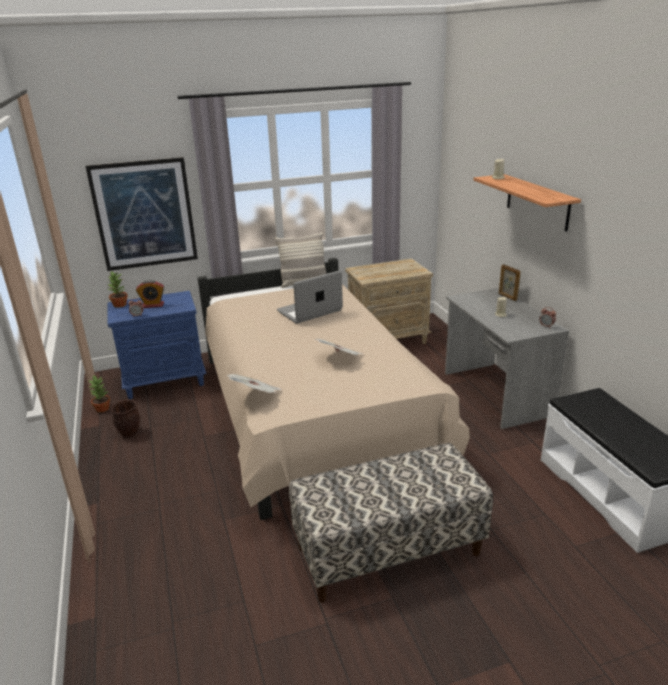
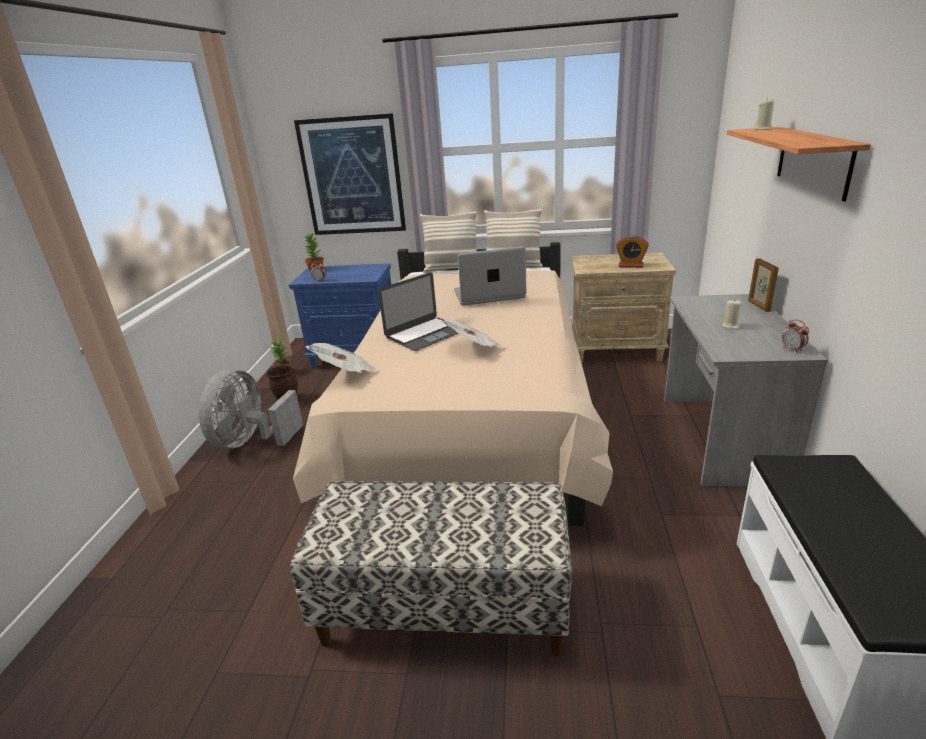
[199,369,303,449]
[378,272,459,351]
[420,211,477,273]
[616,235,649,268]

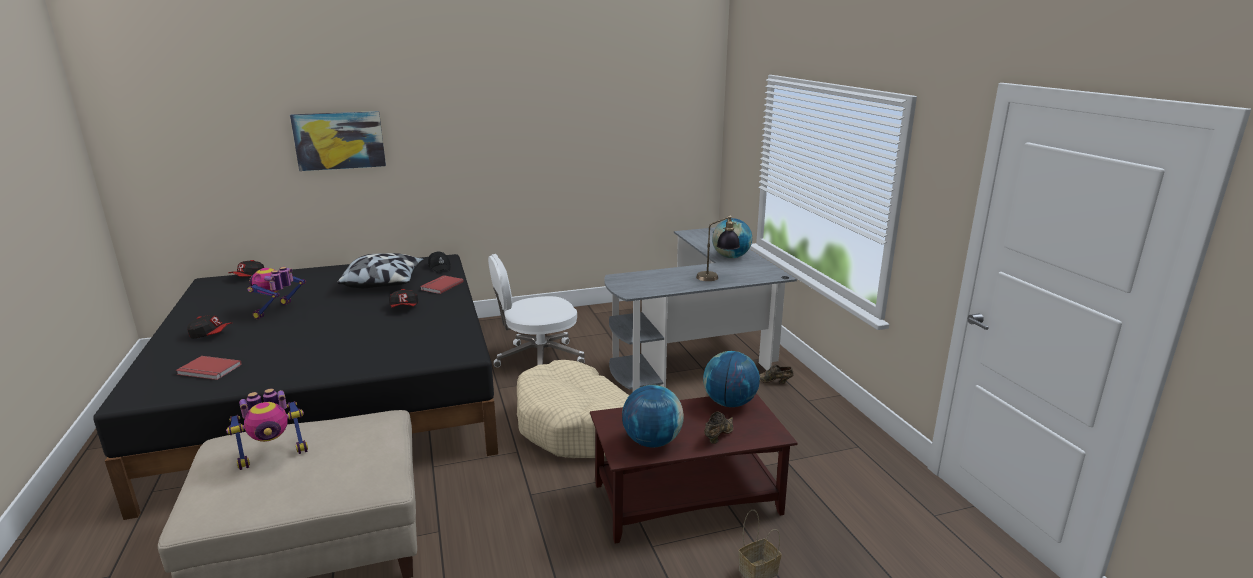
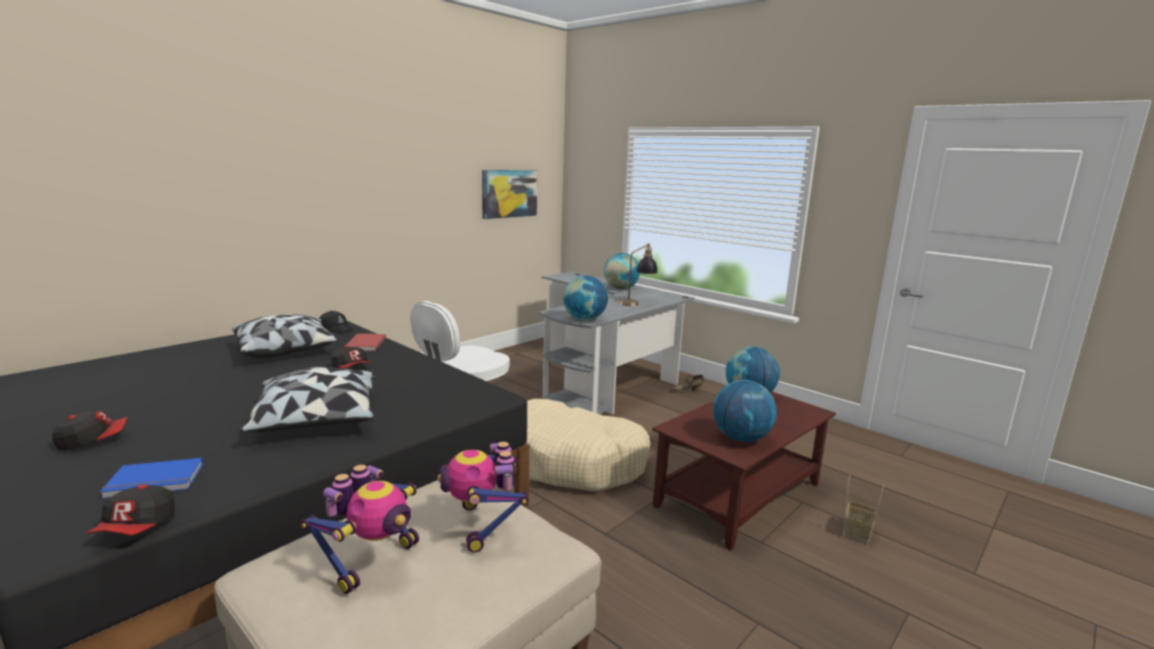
[704,412,733,444] (first image)
[241,367,377,432]
[563,275,608,320]
[86,485,175,535]
[437,442,529,553]
[482,170,537,219]
[100,458,204,499]

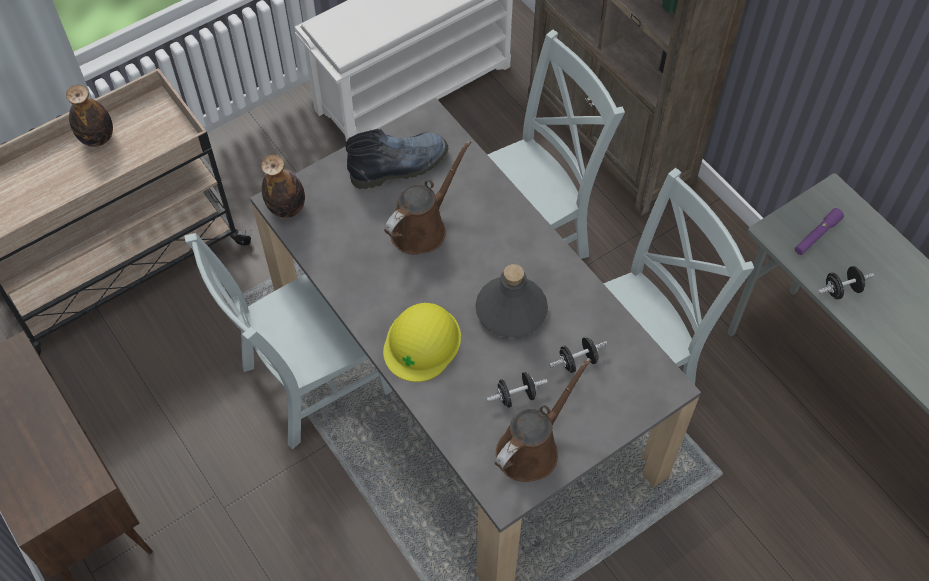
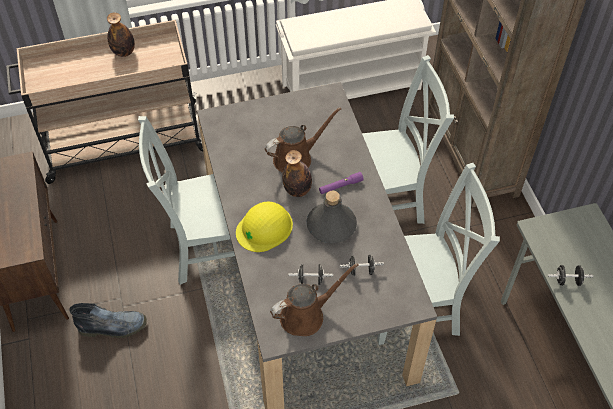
[282,150,312,197]
[69,303,147,338]
[319,172,364,194]

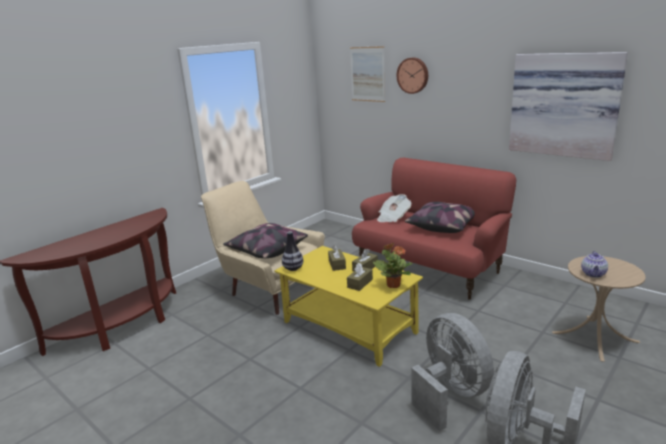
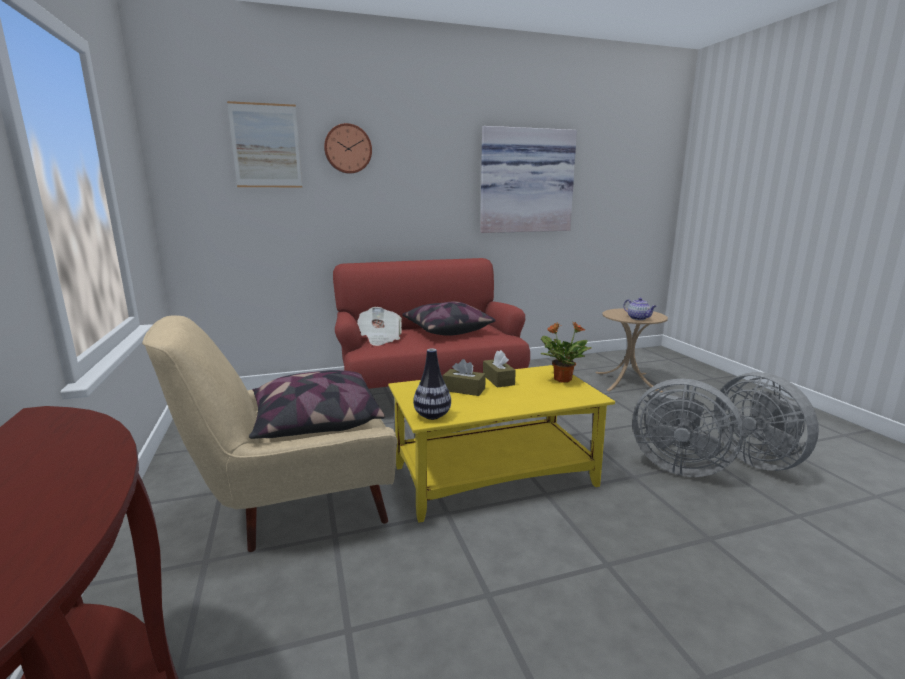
[347,263,373,291] (first image)
[633,379,744,477]

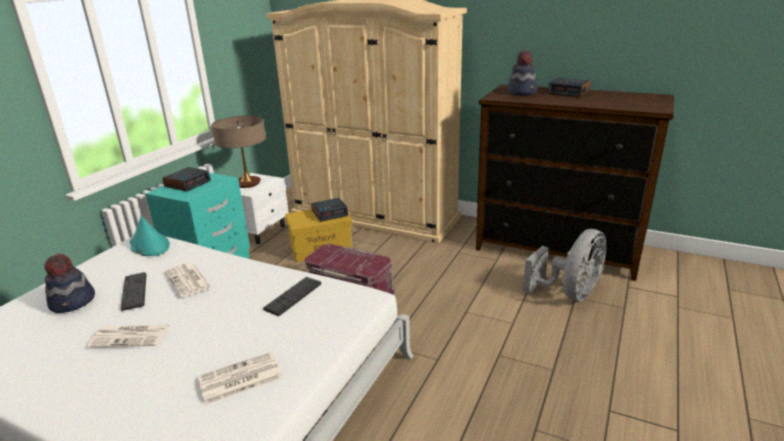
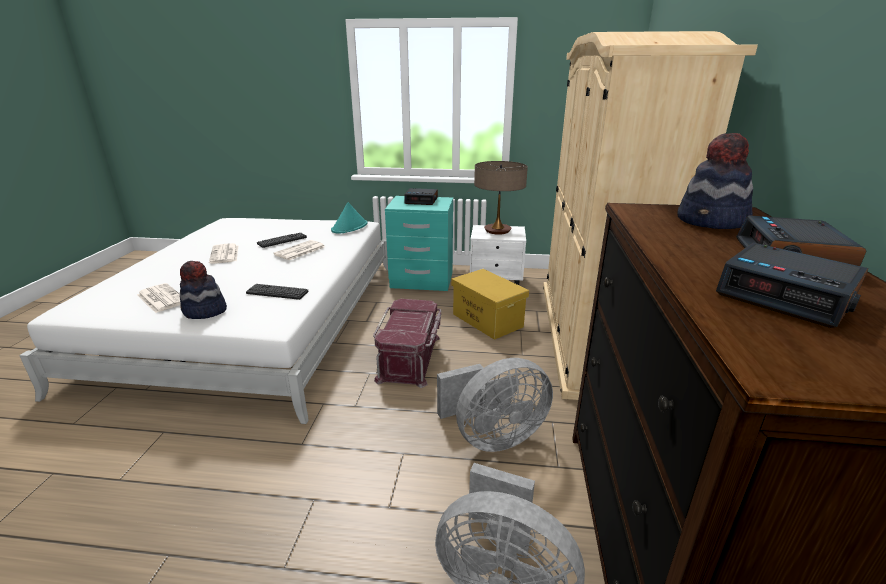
[437,358,553,452]
[180,261,227,319]
[716,243,868,328]

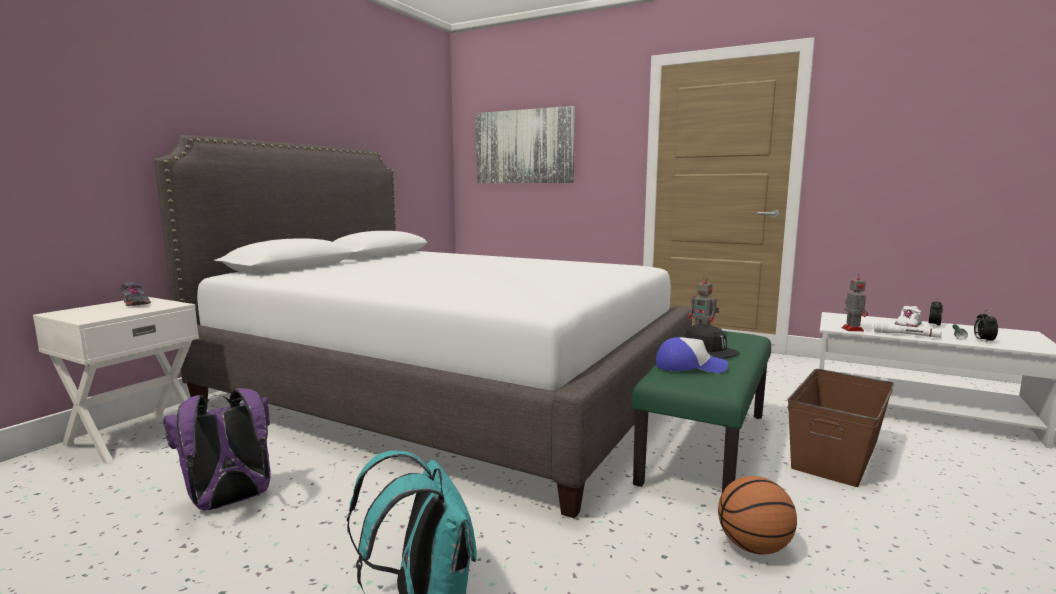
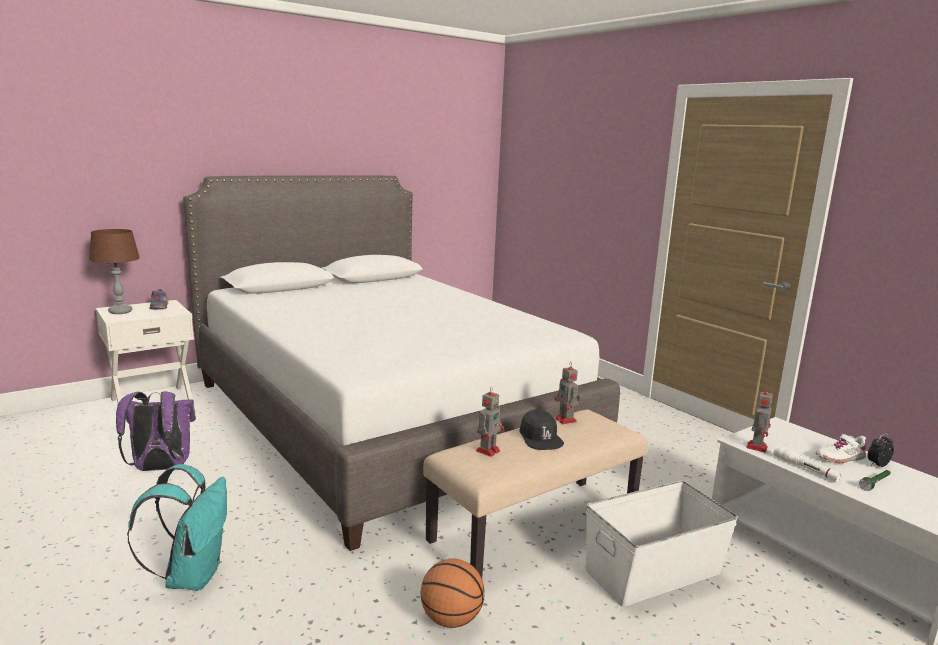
[476,106,575,183] (first image)
[974,310,998,343] (first image)
[89,229,140,314]
[476,386,504,457]
[423,410,648,578]
[586,480,738,607]

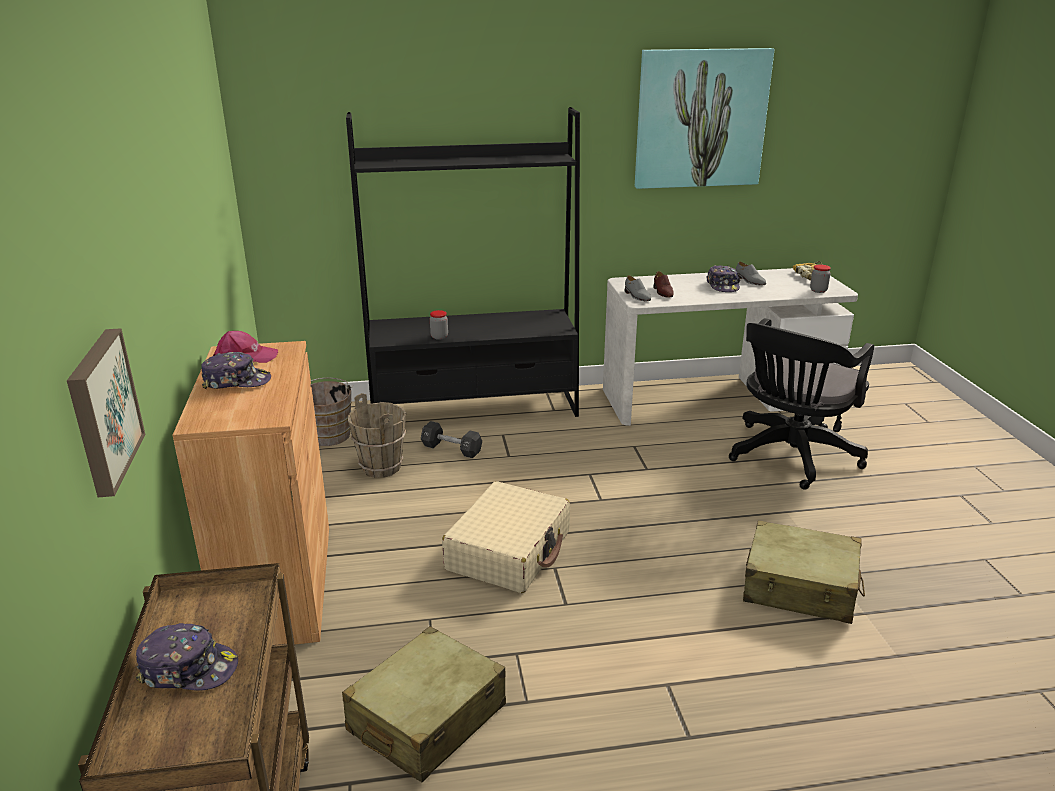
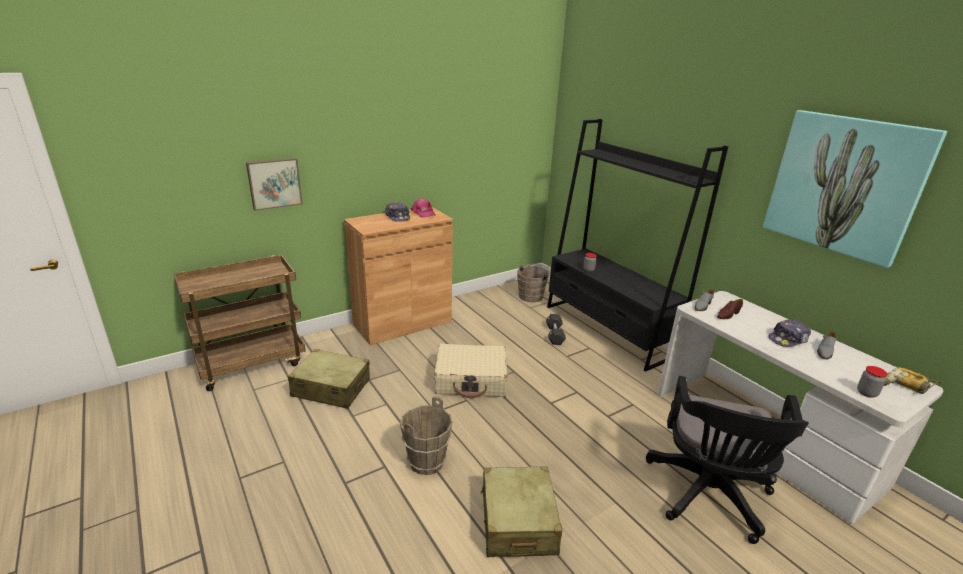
[136,623,238,691] (first image)
[400,397,452,475]
[646,376,809,544]

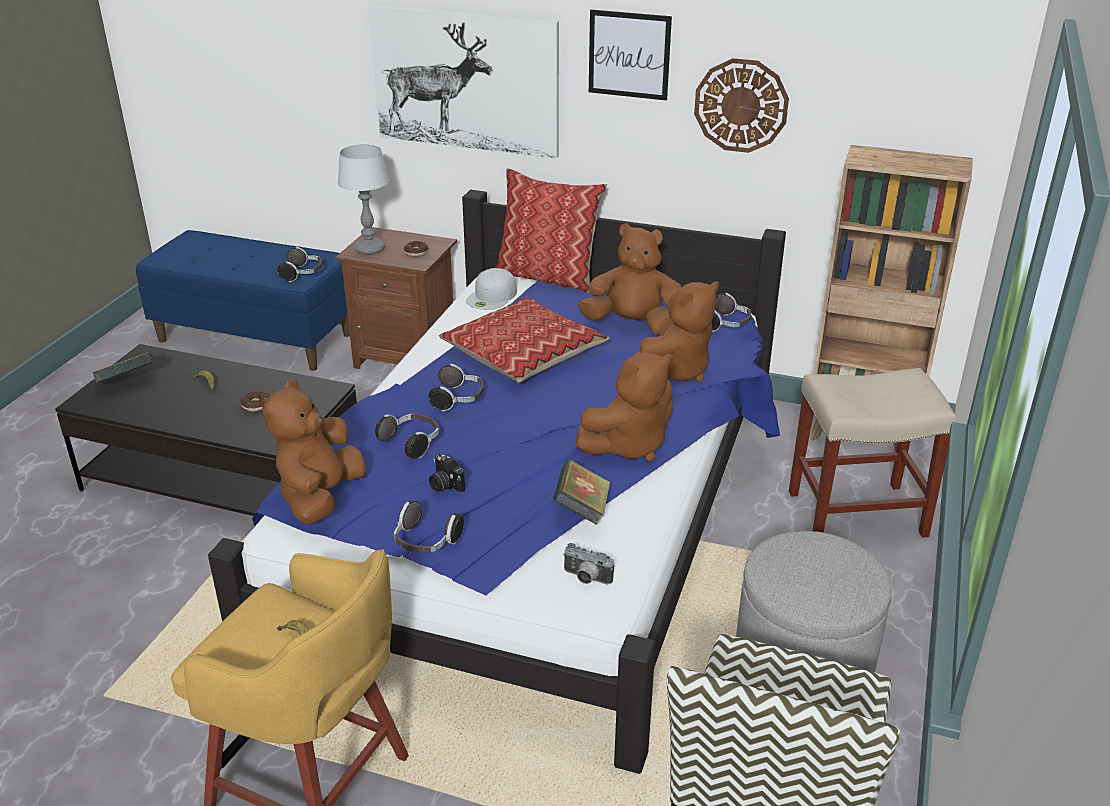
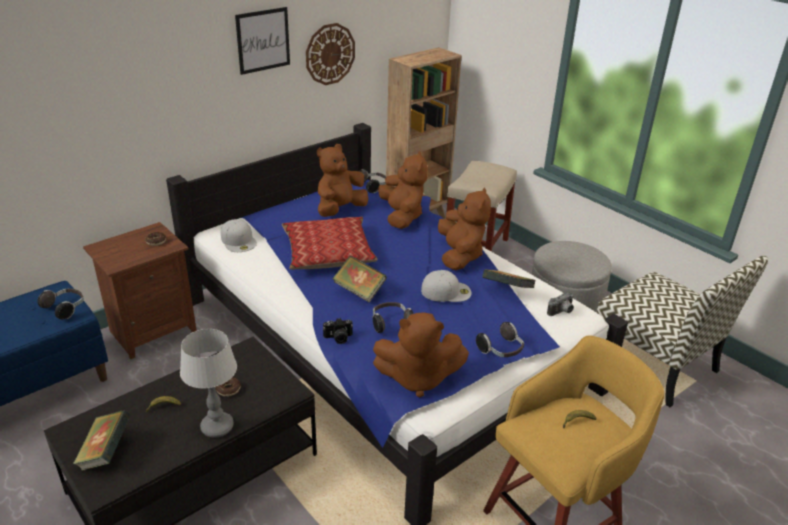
[369,5,559,159] (first image)
[495,168,607,293] (first image)
[421,270,471,302]
[180,329,237,438]
[323,318,353,344]
[333,256,387,303]
[373,312,469,398]

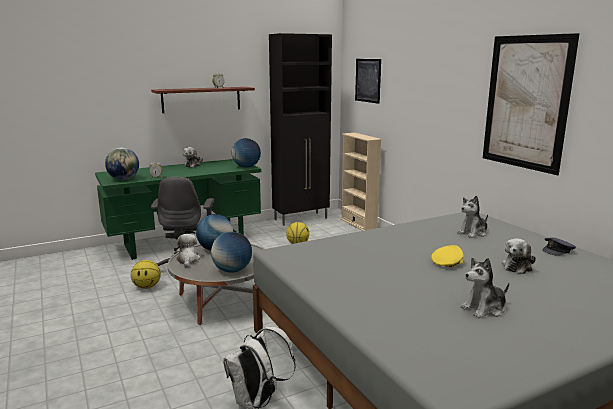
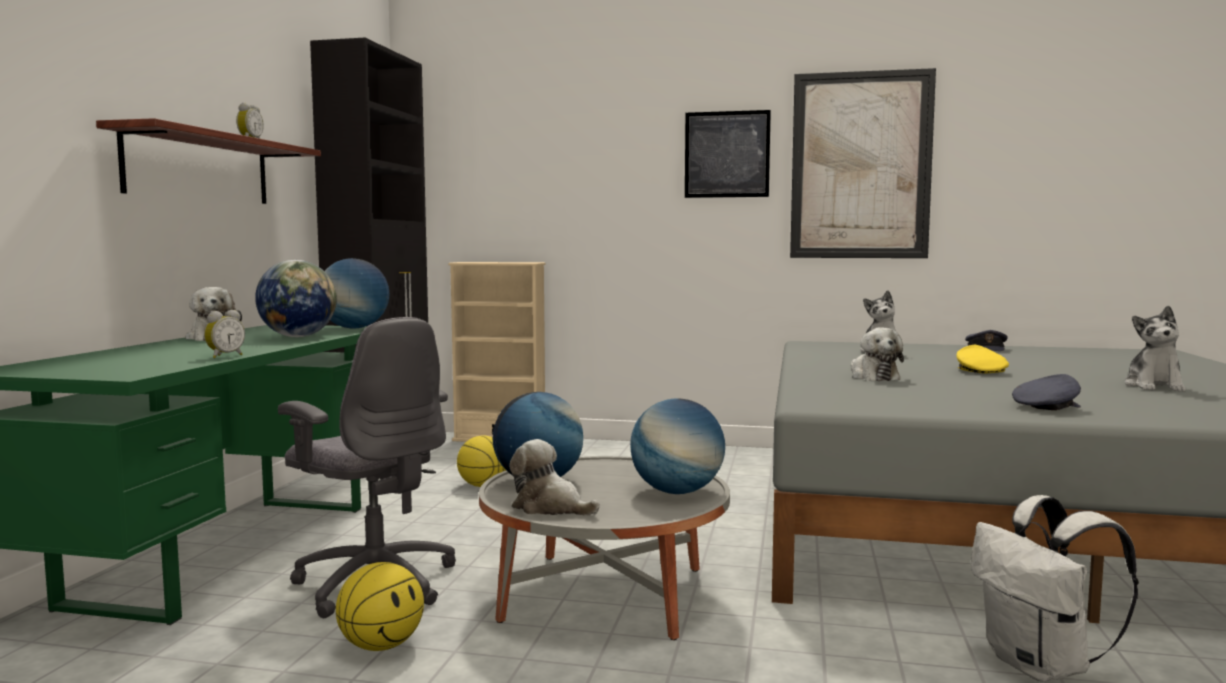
[1012,374,1081,410]
[255,260,337,337]
[685,110,771,198]
[851,328,904,381]

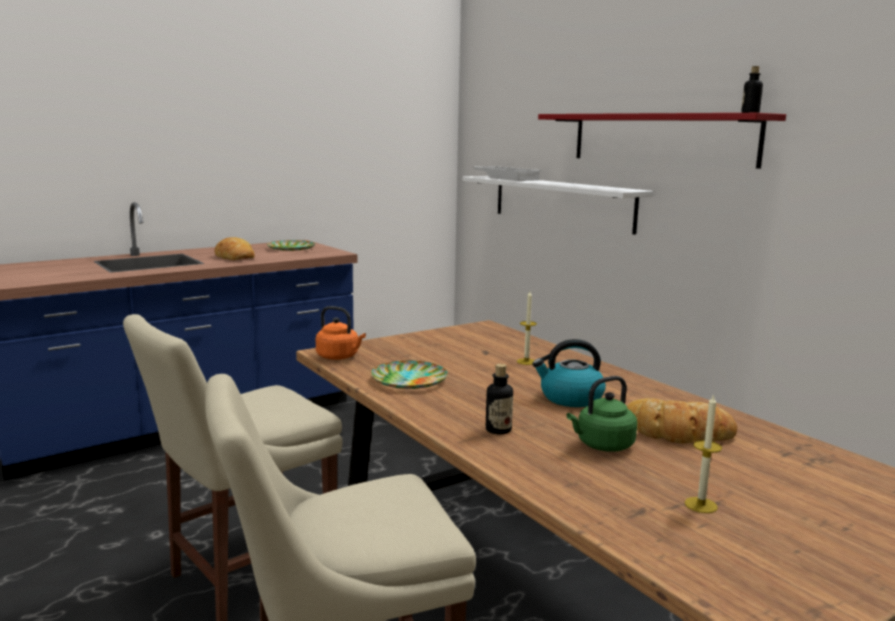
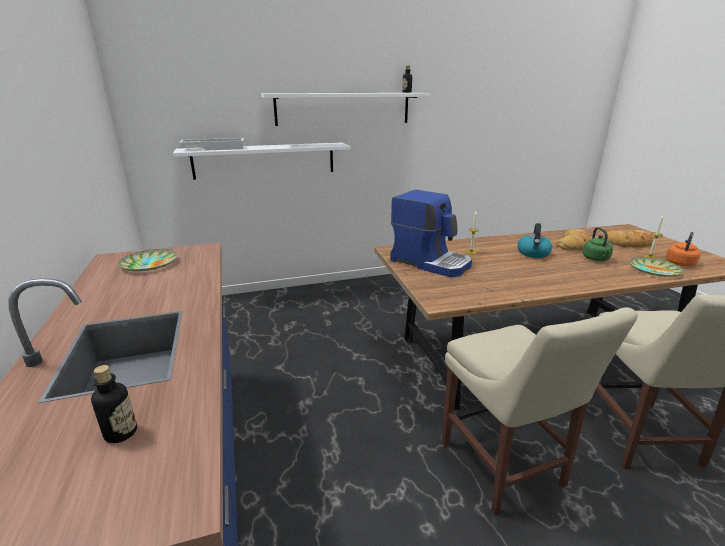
[390,190,472,277]
[603,230,654,248]
[666,232,701,266]
[629,257,684,277]
[91,365,137,443]
[261,93,430,126]

